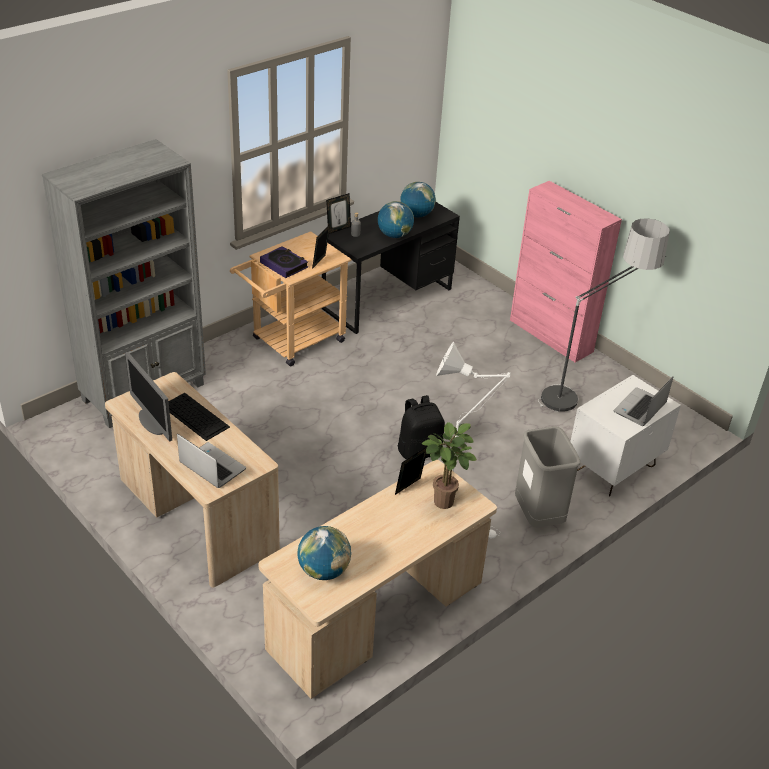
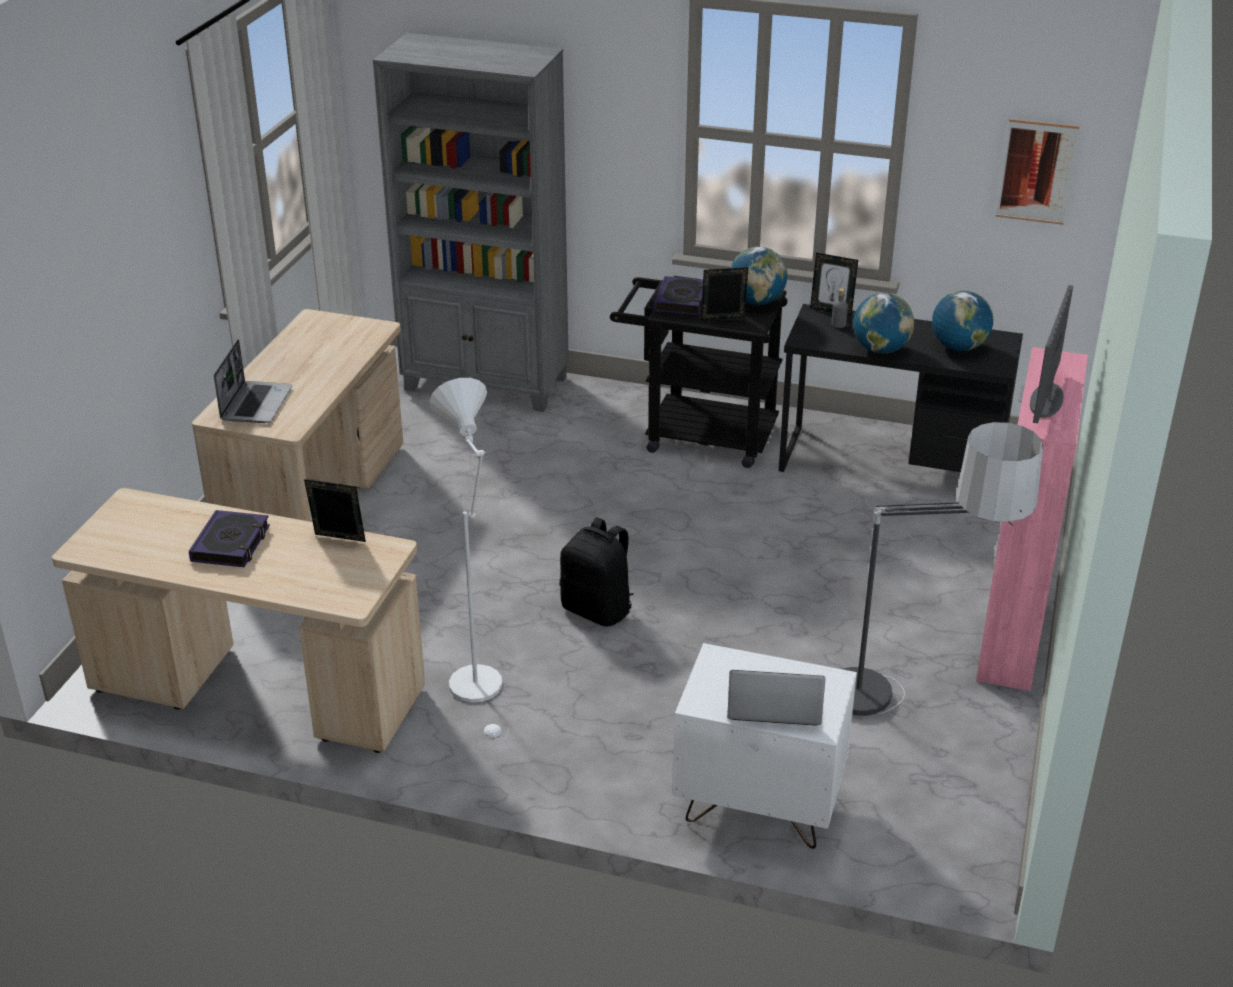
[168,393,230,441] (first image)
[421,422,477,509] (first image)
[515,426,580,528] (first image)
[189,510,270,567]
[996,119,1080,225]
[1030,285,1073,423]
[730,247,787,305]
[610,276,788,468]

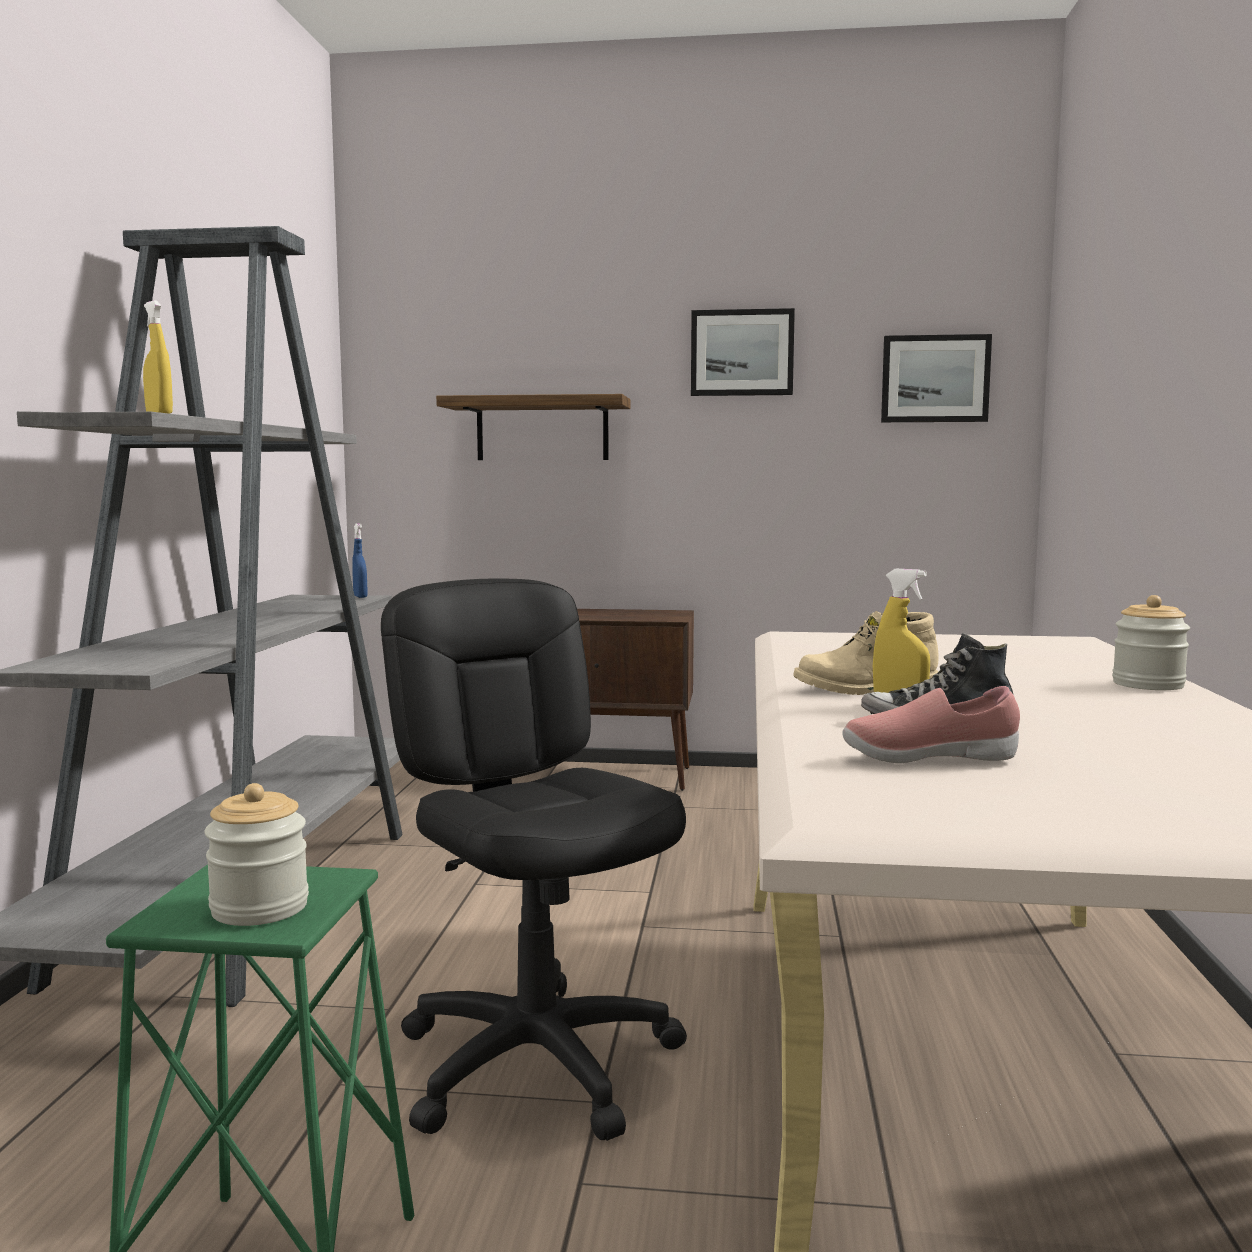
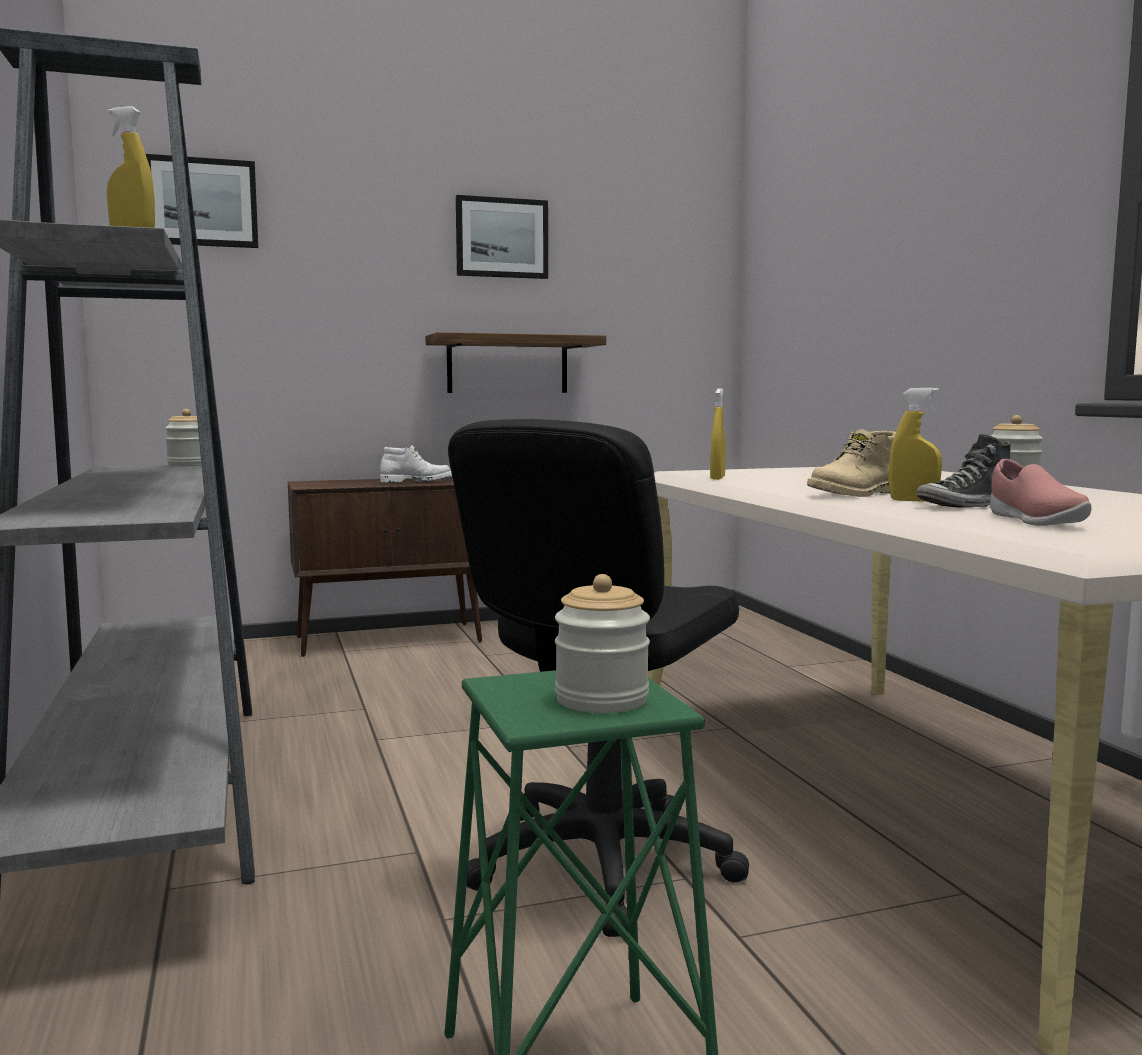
[380,445,452,482]
[710,388,726,480]
[426,332,606,393]
[146,154,258,248]
[165,409,202,466]
[448,419,749,937]
[990,459,1091,526]

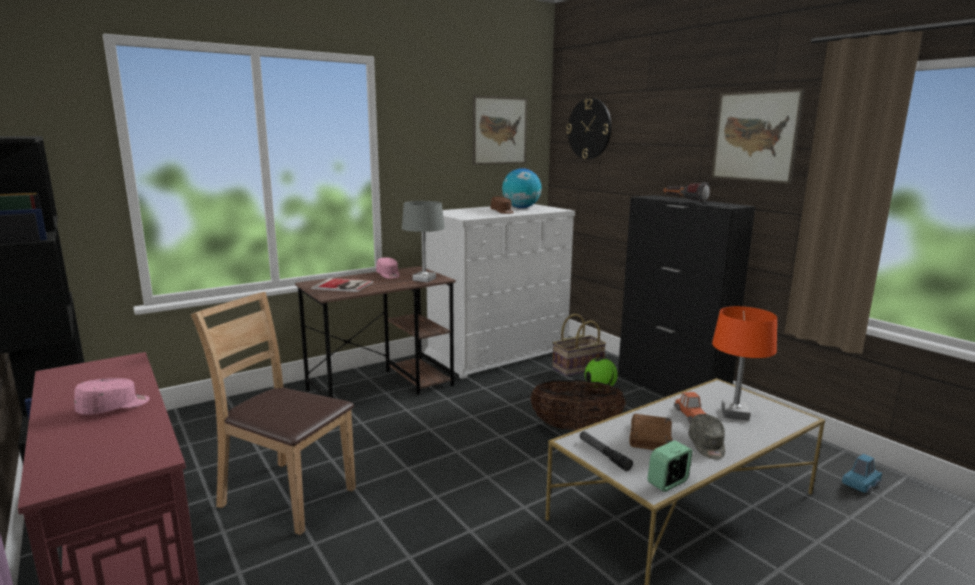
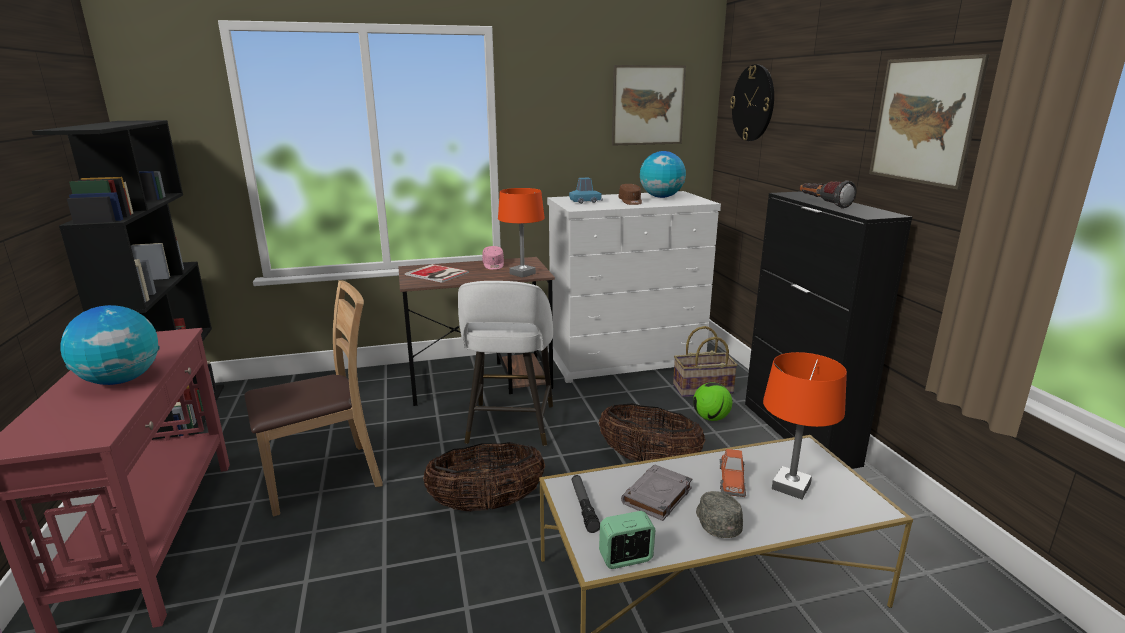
[423,442,545,511]
[458,281,553,446]
[569,177,603,204]
[60,305,159,385]
[498,188,545,278]
[621,464,693,521]
[244,280,383,517]
[696,491,743,538]

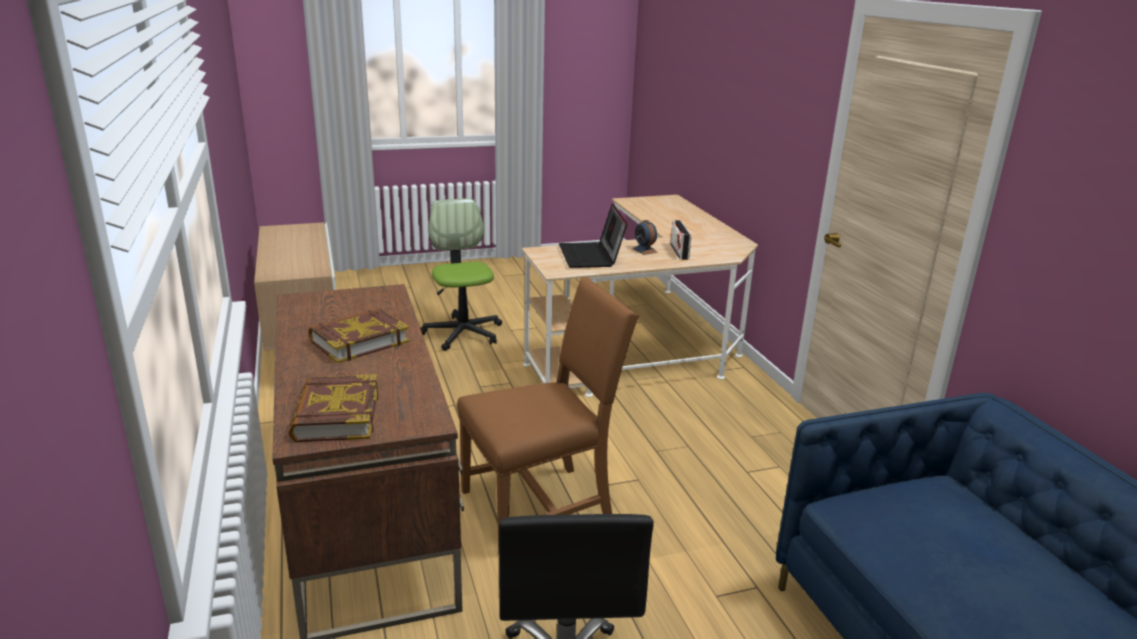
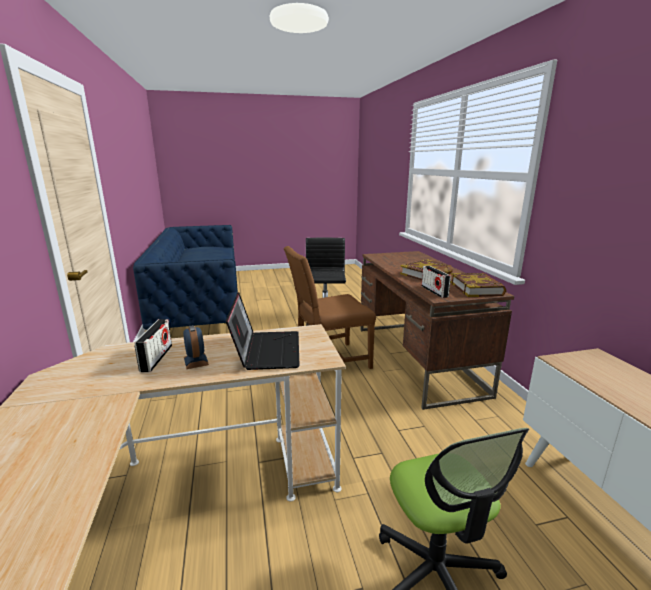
[421,266,451,298]
[450,273,506,297]

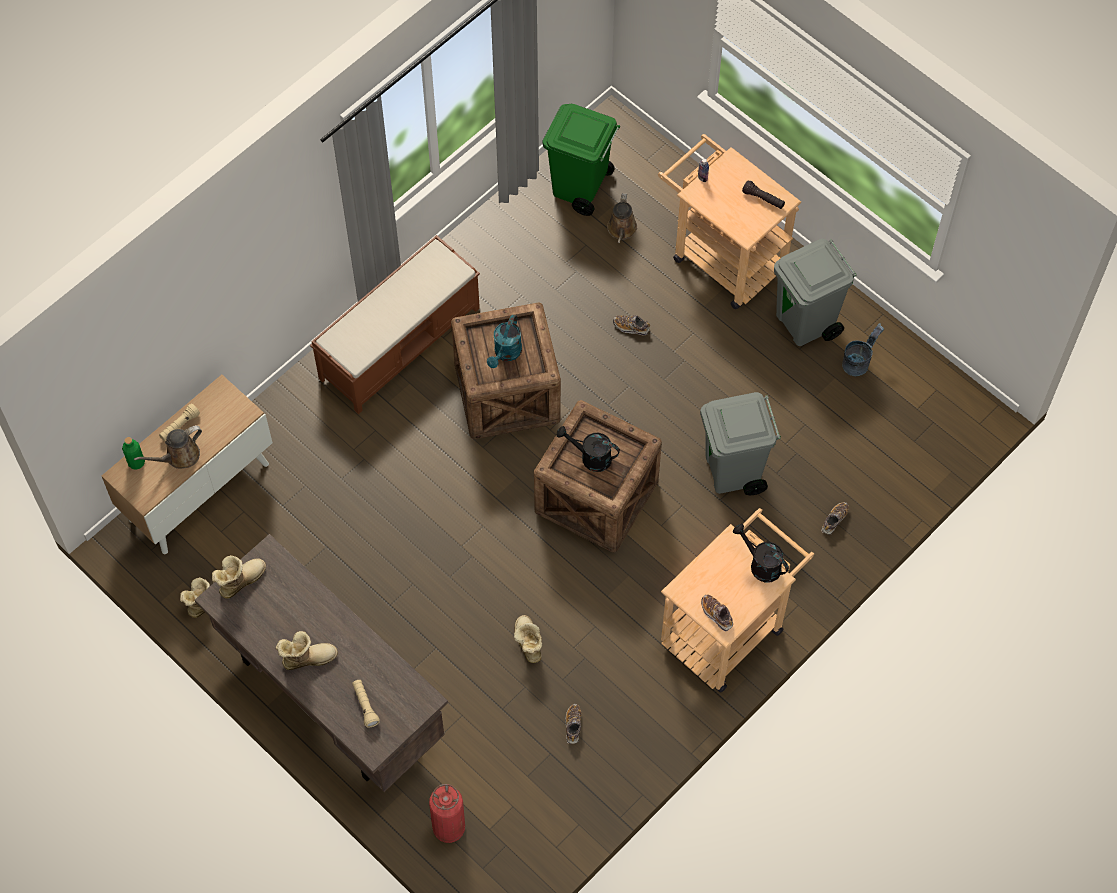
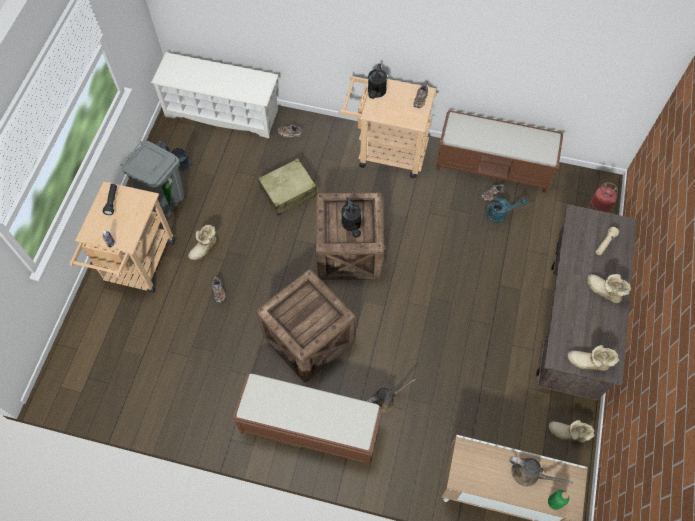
[159,404,200,441] (first image)
[542,104,620,216] (first image)
[151,52,278,138]
[436,110,563,193]
[485,197,527,223]
[188,225,217,260]
[367,379,416,413]
[258,158,317,216]

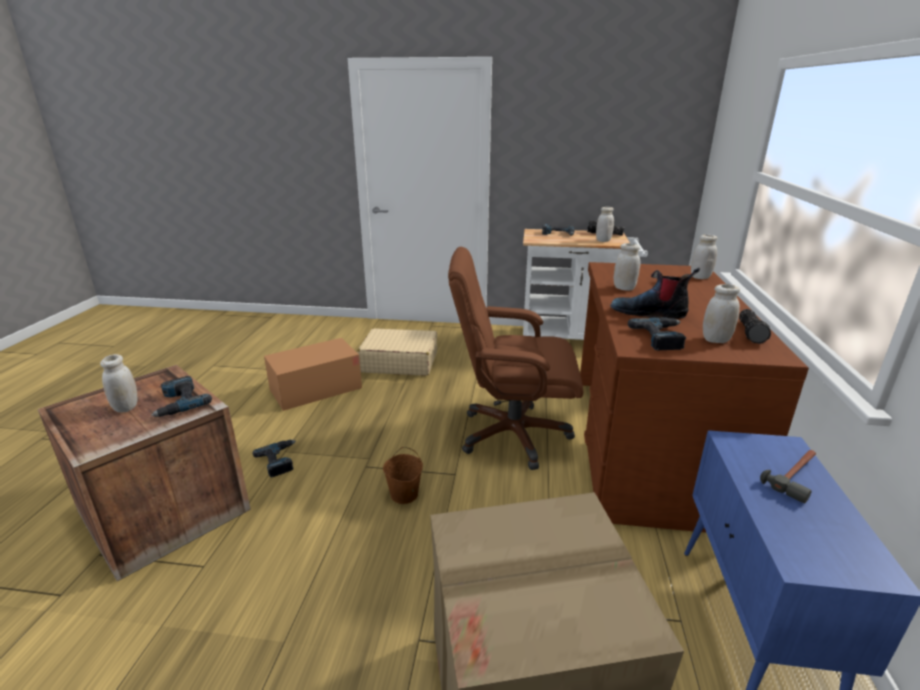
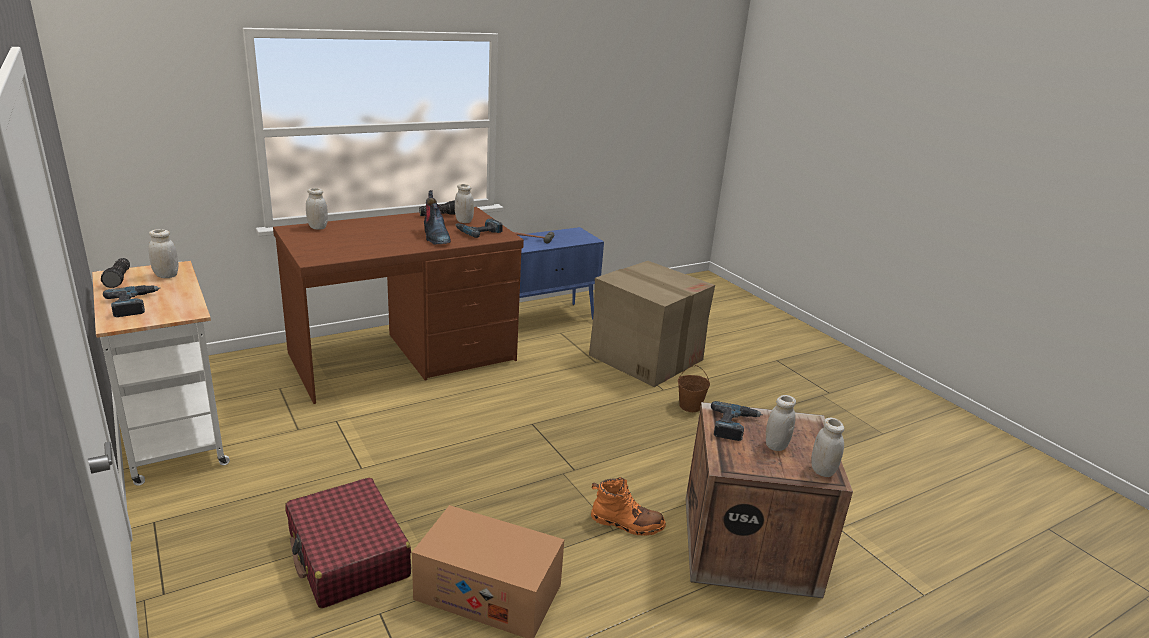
[448,247,583,470] (first image)
[678,365,710,412]
[811,418,844,477]
[591,477,666,536]
[285,478,411,608]

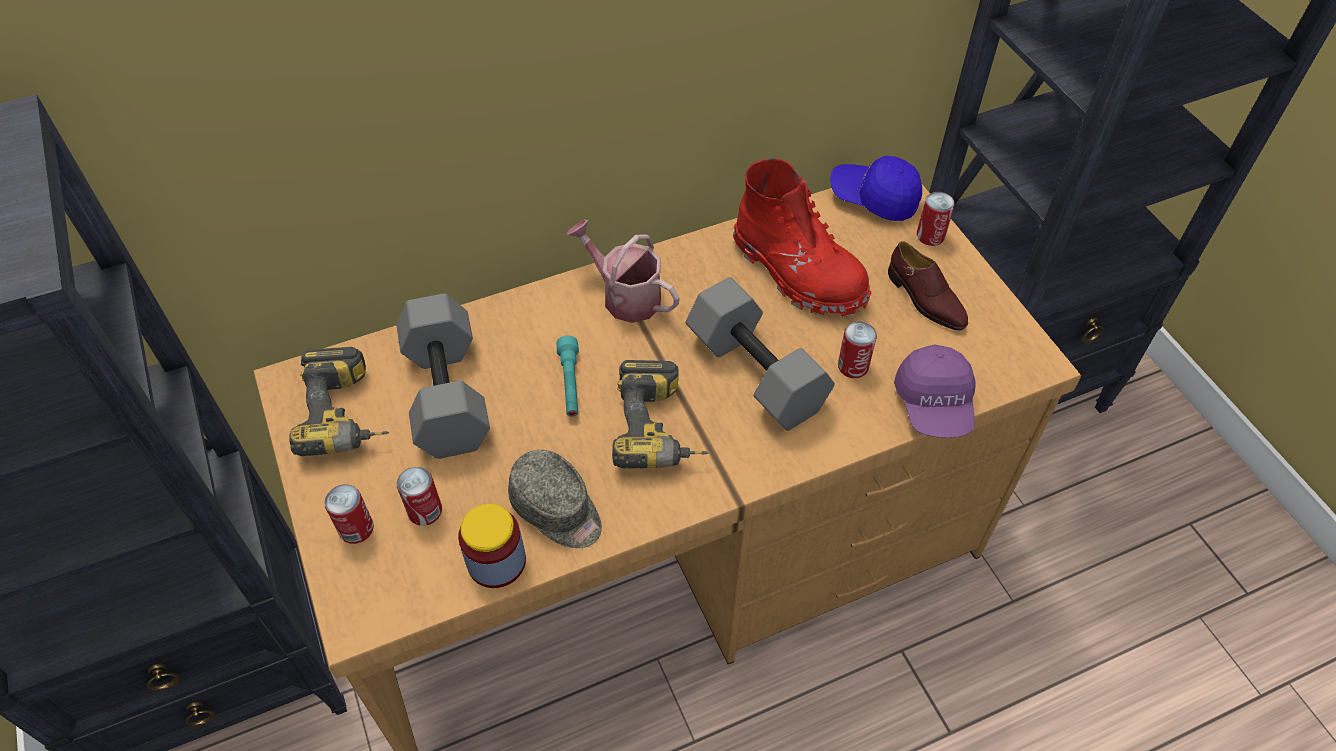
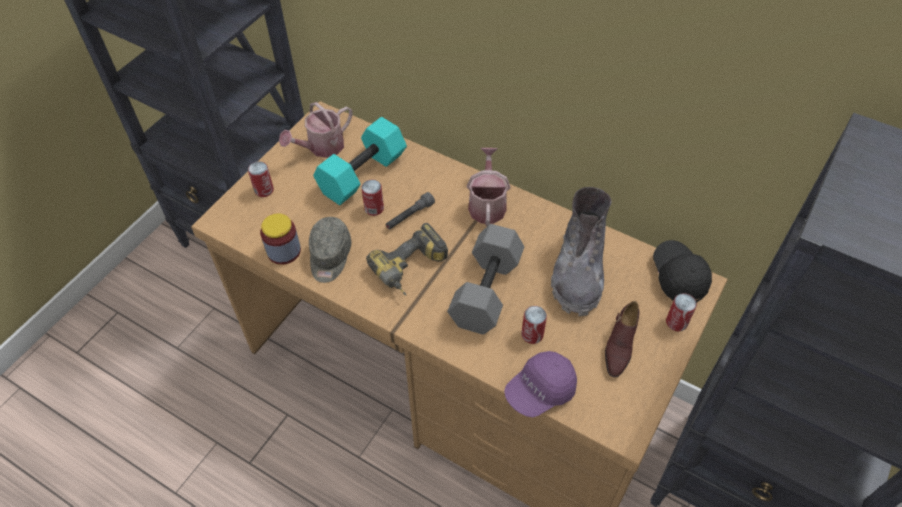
[361,180,384,216]
[279,102,353,158]
[313,117,407,205]
[386,192,435,229]
[551,187,612,316]
[653,240,712,303]

